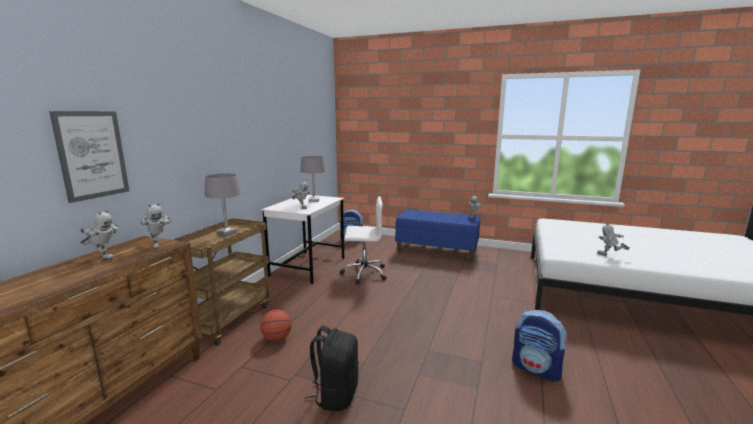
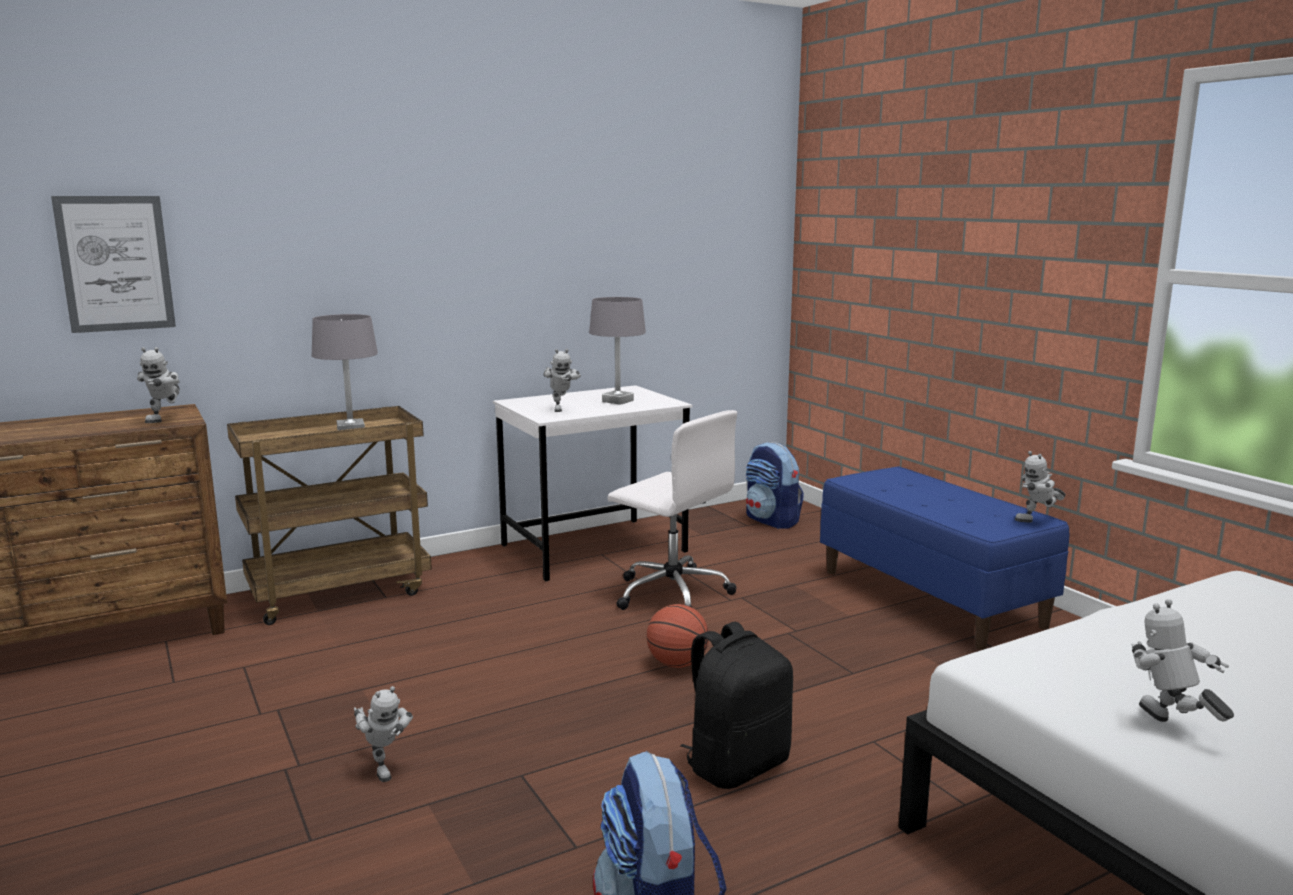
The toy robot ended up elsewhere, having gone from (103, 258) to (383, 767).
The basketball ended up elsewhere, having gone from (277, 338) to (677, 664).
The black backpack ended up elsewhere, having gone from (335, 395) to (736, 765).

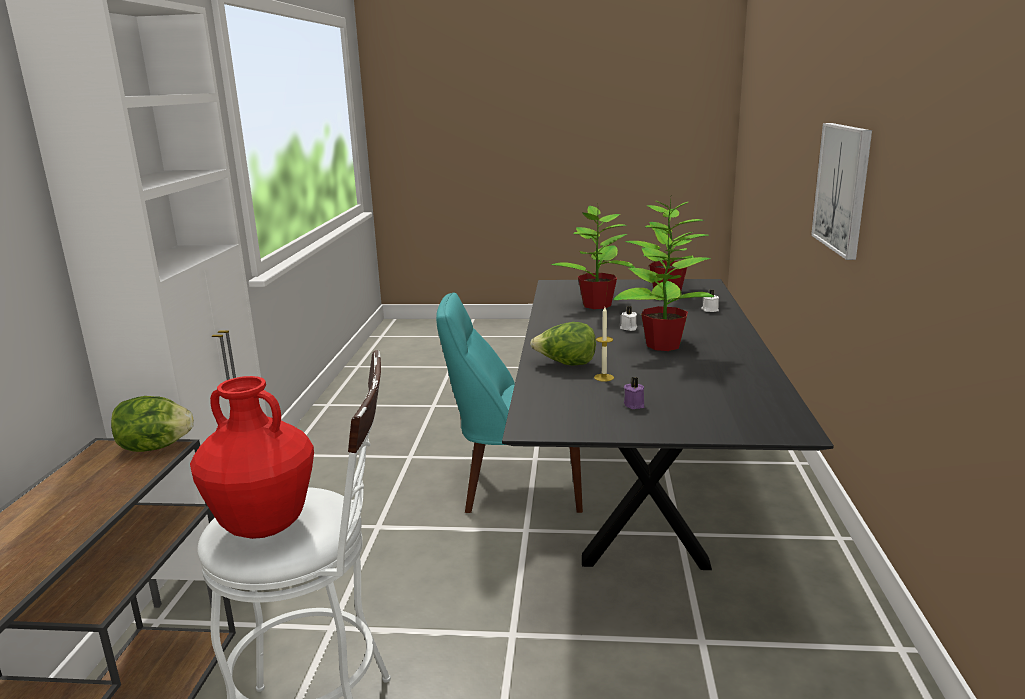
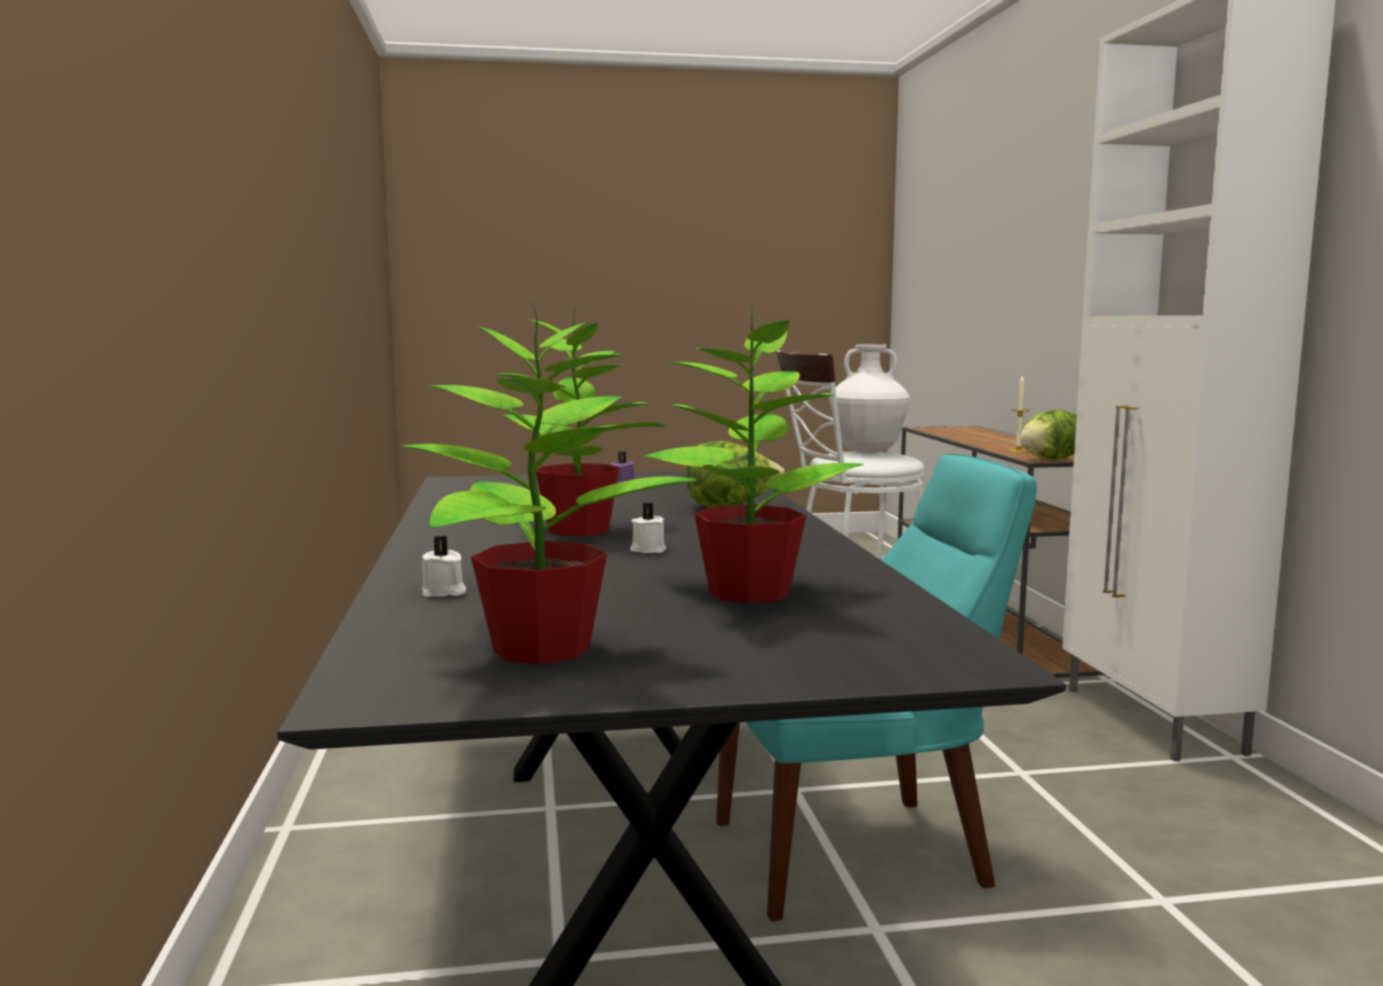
The second view lost the picture at (843, 188).
The candle ended up elsewhere, having gone from (604, 377) to (1018, 451).
What was the red vase at (263, 526) turned into the white vase at (868, 452).

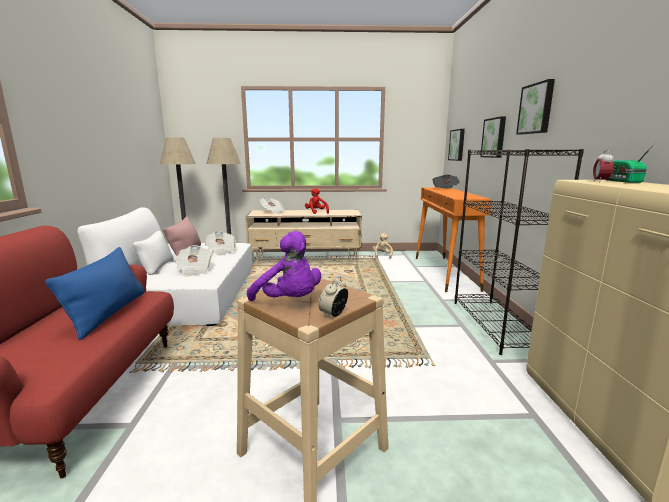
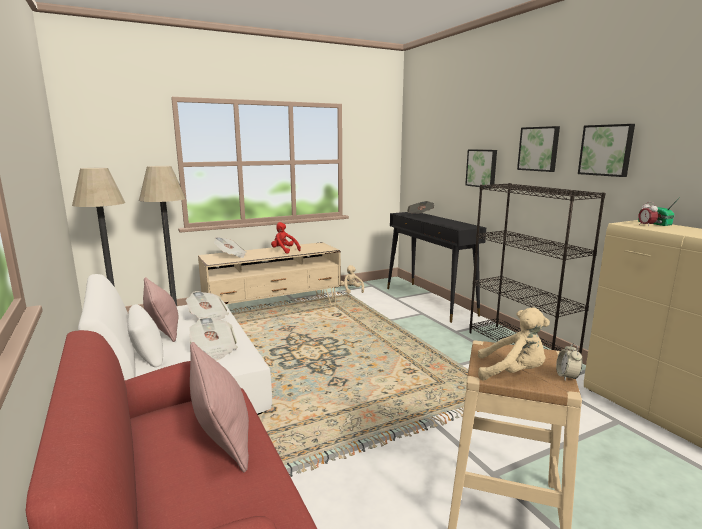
The picture ended up elsewhere, having gone from (457, 145) to (606, 150).
What was the blue pillow at (109, 313) turned into the pink pillow at (221, 430).
What was the purple plush toy at (289, 302) turned into the beige plush toy at (512, 373).
What was the orange console table at (445, 273) turned into the black console table at (430, 301).

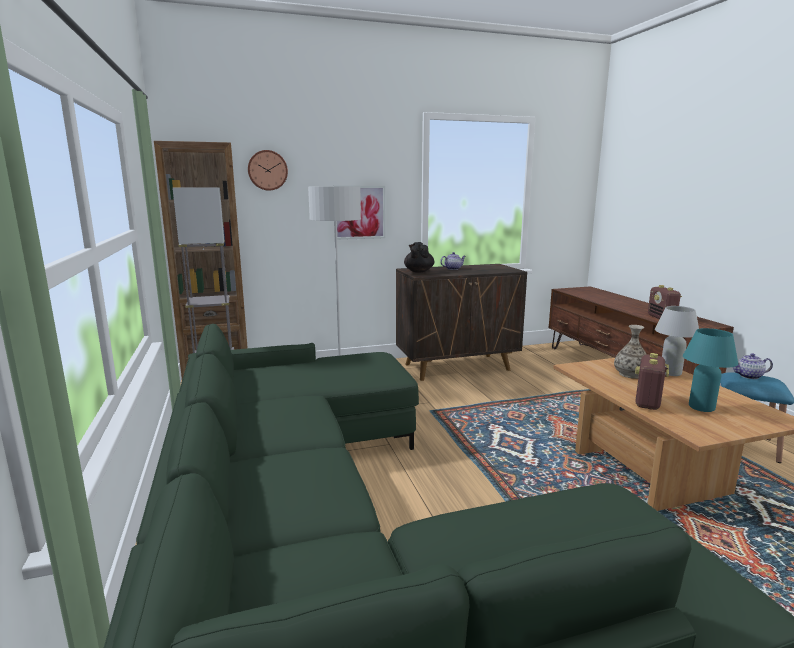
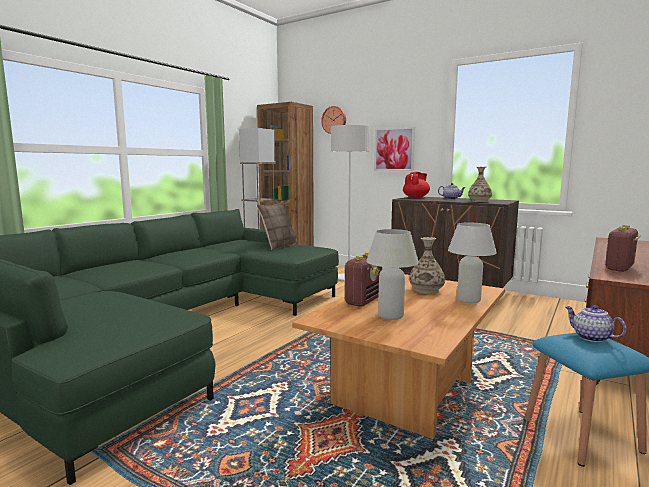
The second view gained the pillow at (278, 246).
The second view gained the vase at (479, 201).
What was the black teapot at (418, 271) turned into the red teapot at (416, 197).
What was the turquoise table lamp at (701, 407) turned into the white table lamp at (390, 316).
The radio at (647, 402) ended up facing another way, 135 degrees clockwise from before.

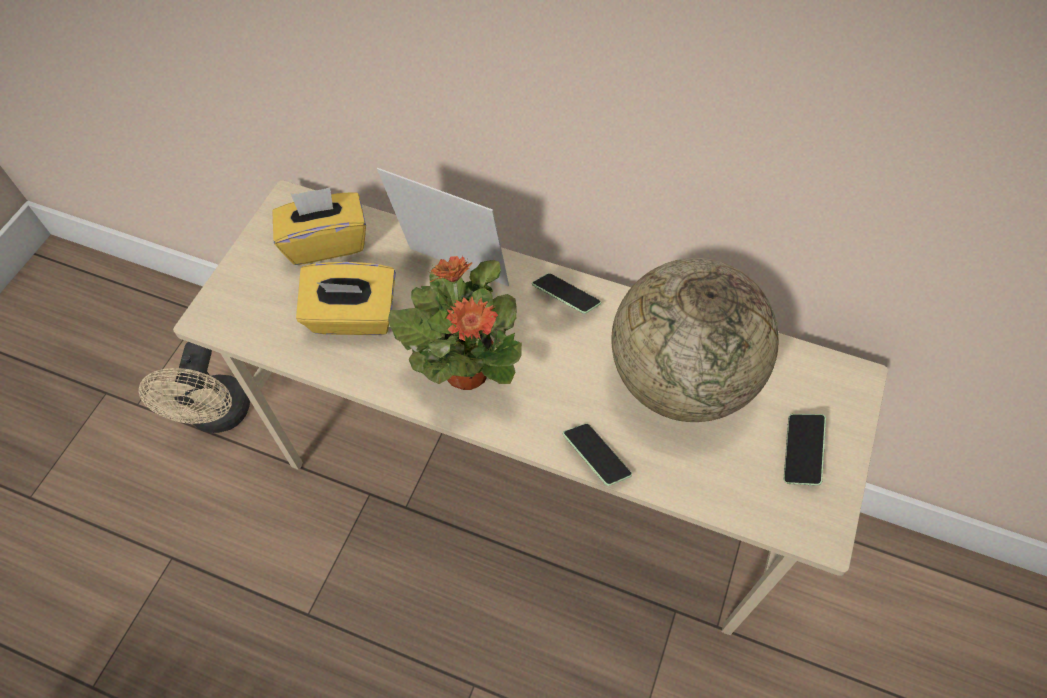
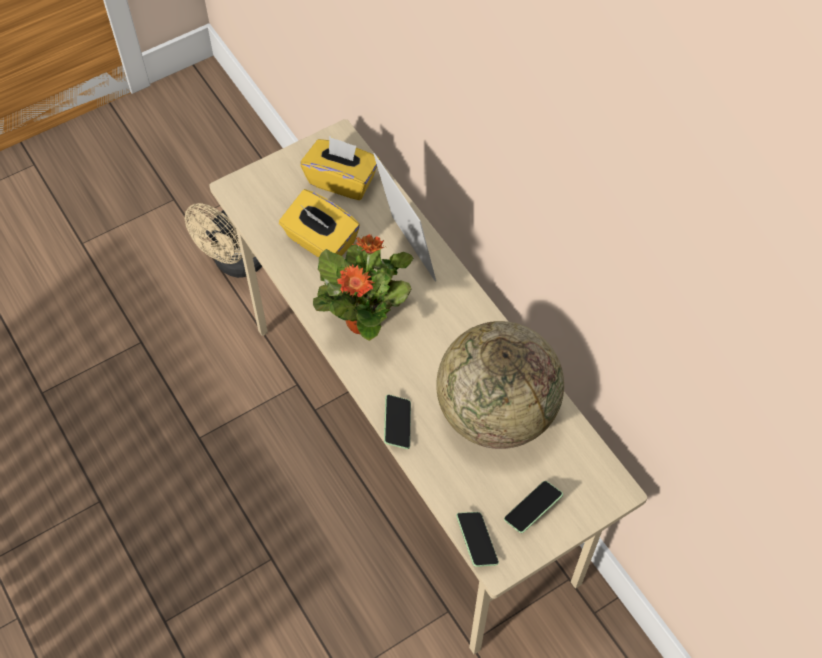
The phone ended up elsewhere, having gone from (566, 298) to (476, 542).

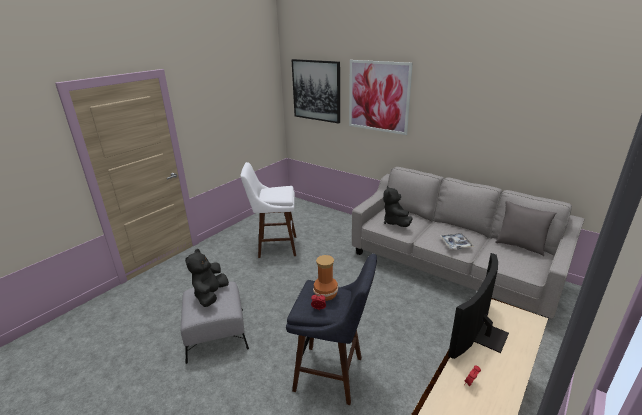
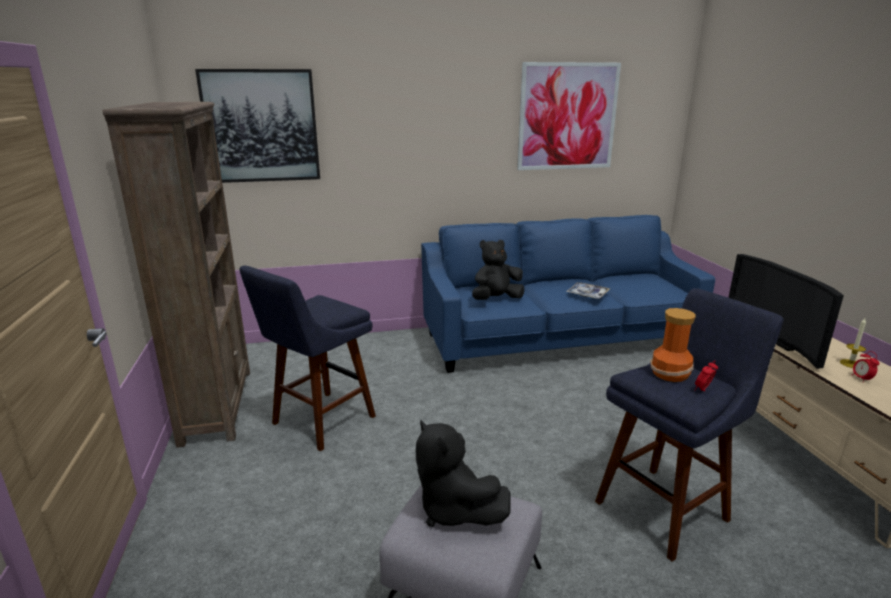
The second view lost the grey pillow at (519, 246).
The second view gained the brown bookcase at (217, 405).
The second view gained the candle at (851, 364).
The picture ended up elsewhere, having gone from (378, 96) to (567, 117).
What was the white stool at (274, 247) turned into the blue stool at (319, 423).
What was the grey sofa at (450, 268) turned into the blue sofa at (558, 339).
The black plush toy at (395, 222) ended up facing another way, 120 degrees clockwise from before.

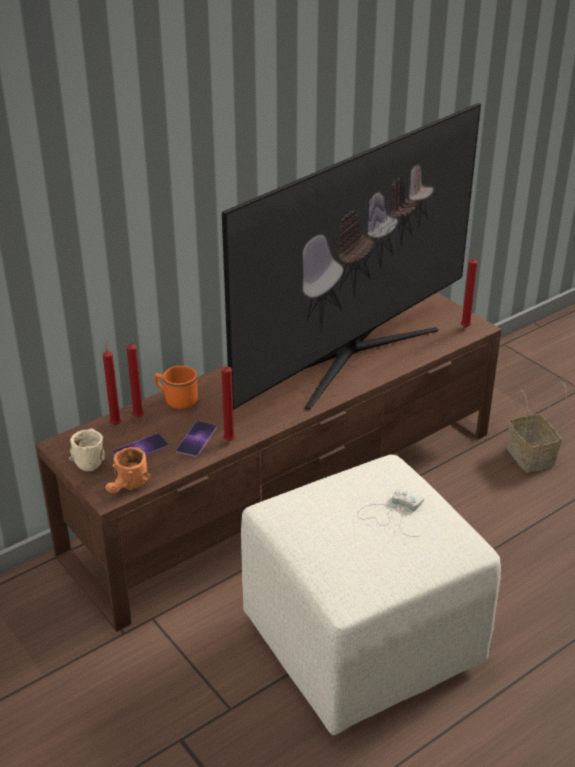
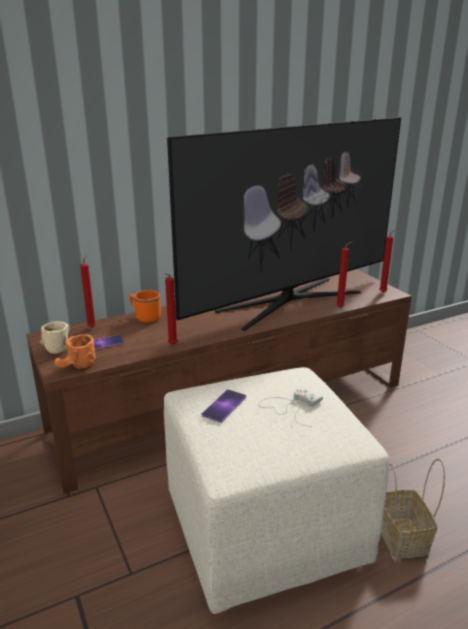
The red candle ended up elsewhere, having gone from (140, 417) to (341, 307).
The phone ended up elsewhere, having gone from (196, 439) to (224, 406).
The basket ended up elsewhere, having gone from (532, 457) to (404, 539).

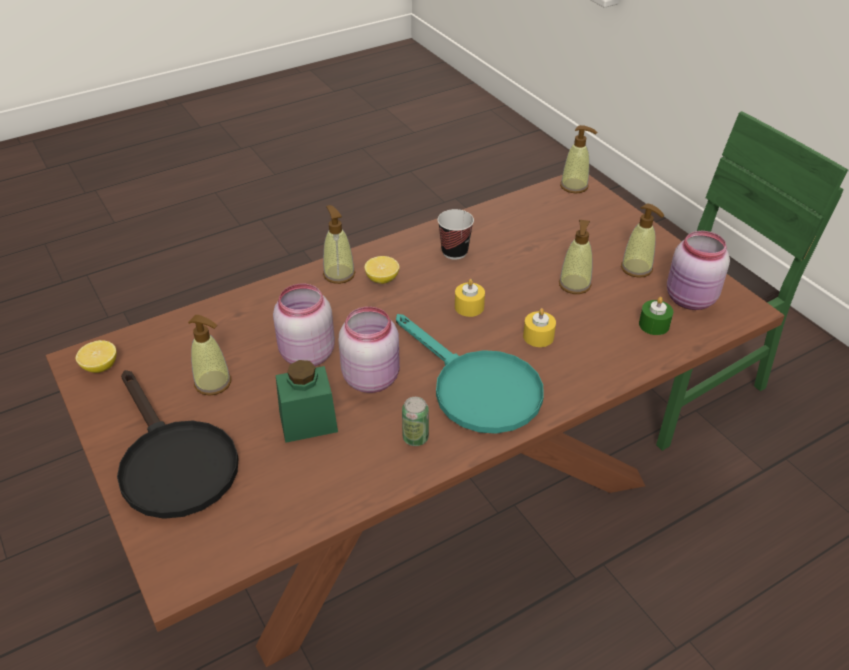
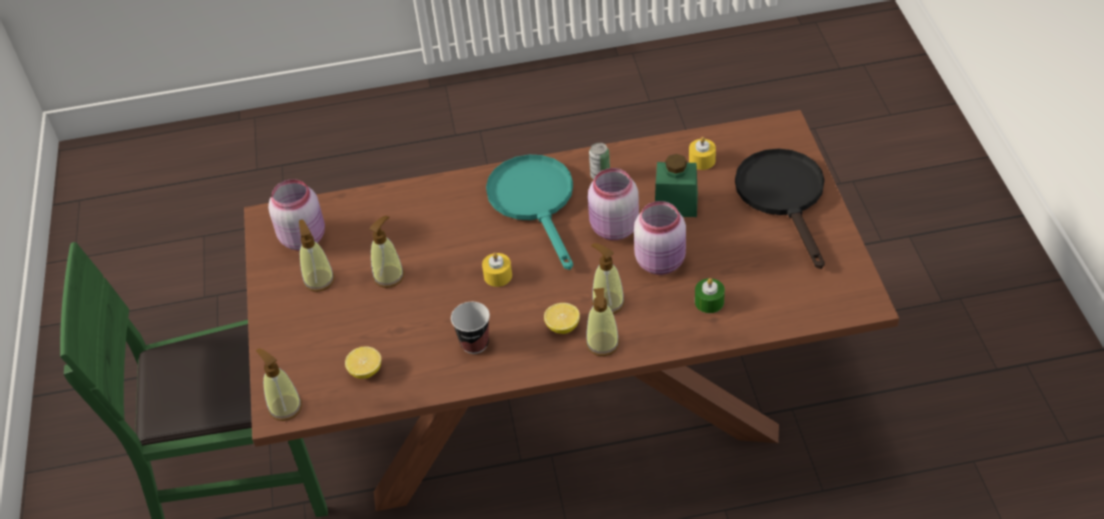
The lemon ended up elsewhere, having gone from (100, 366) to (365, 371).
The soap dispenser ended up elsewhere, having gone from (213, 383) to (608, 302).
The yellow candle ended up elsewhere, having gone from (538, 336) to (702, 160).
The green candle ended up elsewhere, having gone from (654, 325) to (709, 302).

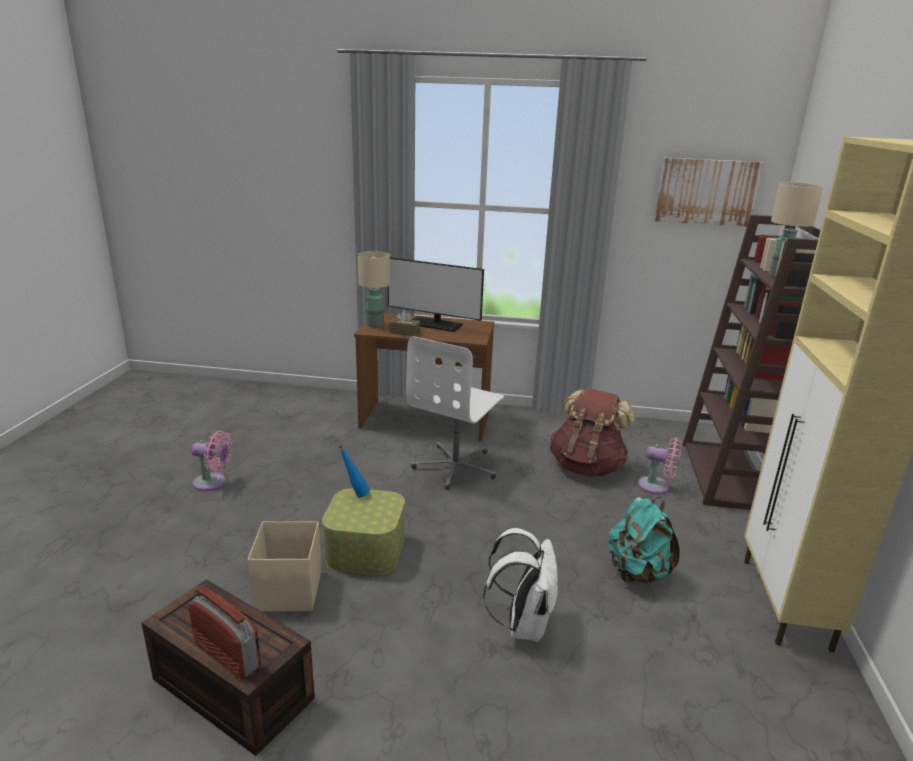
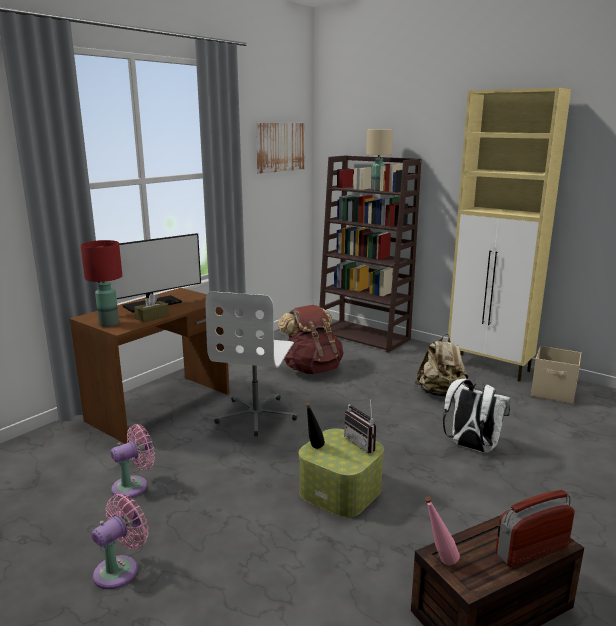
The second view gained the radio at (363, 443).
The second view gained the pink bottle at (439, 562).
The beige storage box ended up elsewhere, having gone from (288, 591) to (554, 393).
The pink fan ended up elsewhere, having gone from (657, 486) to (133, 486).
What was the blue bottle at (355, 495) turned into the black bottle at (313, 449).
What was the beige table lamp at (375, 324) turned into the red table lamp at (108, 323).
What was the turquoise backpack at (637, 573) turned into the beige backpack at (441, 394).
The white office chair at (456, 467) ended up facing another way, 45 degrees clockwise from before.

